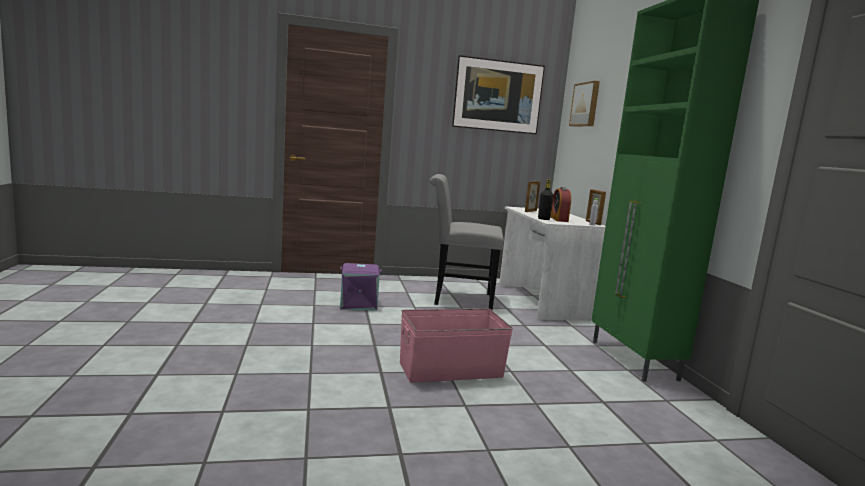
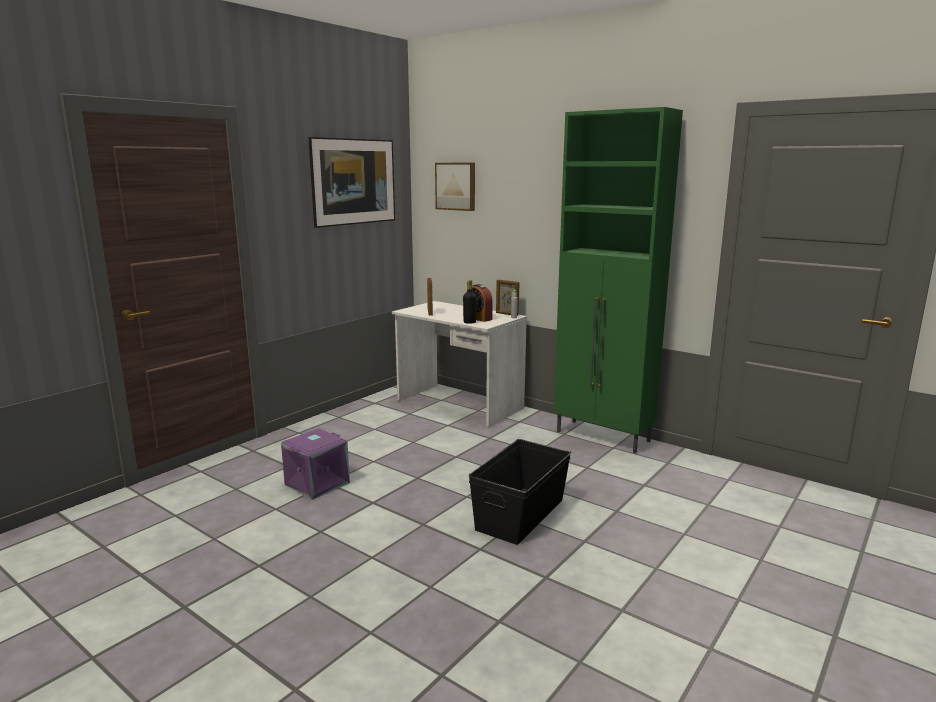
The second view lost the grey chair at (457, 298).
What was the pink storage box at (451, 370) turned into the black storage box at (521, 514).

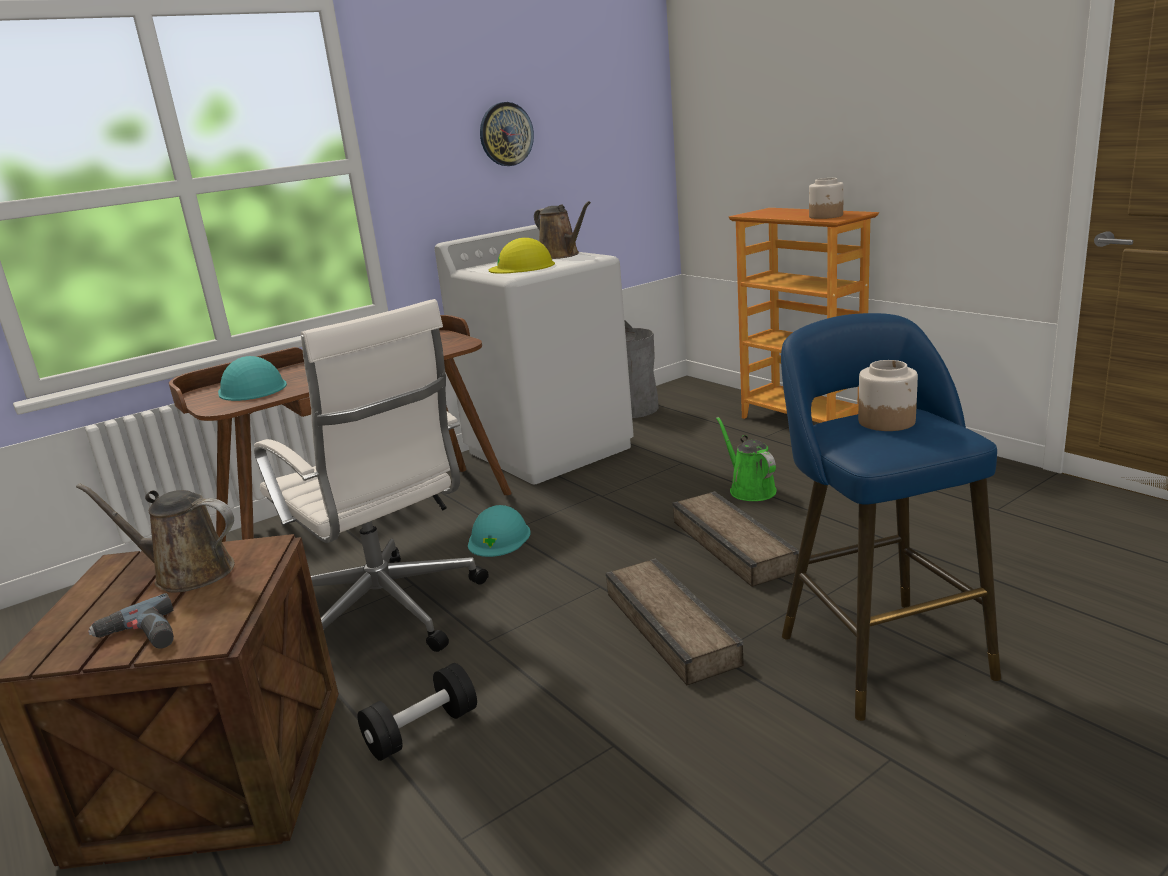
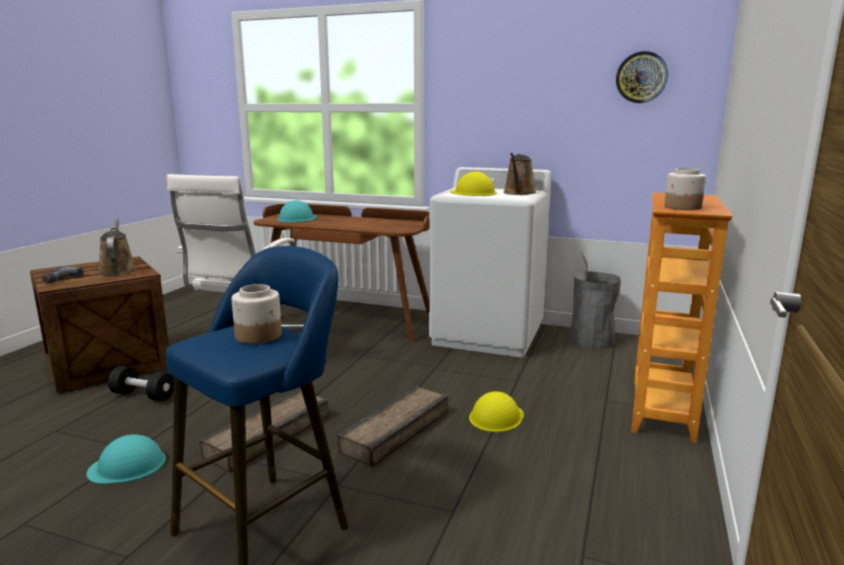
The turquoise hard hat ended up elsewhere, having gone from (499, 538) to (128, 466).
The wall clock ended up elsewhere, having gone from (506, 134) to (641, 77).
Where the green watering can stood at (749, 489), the yellow hard hat came to stand at (496, 417).

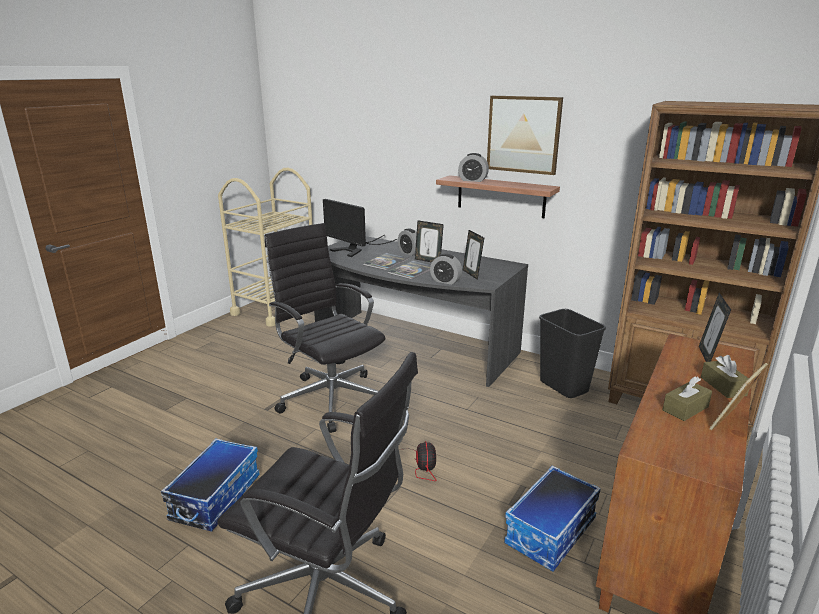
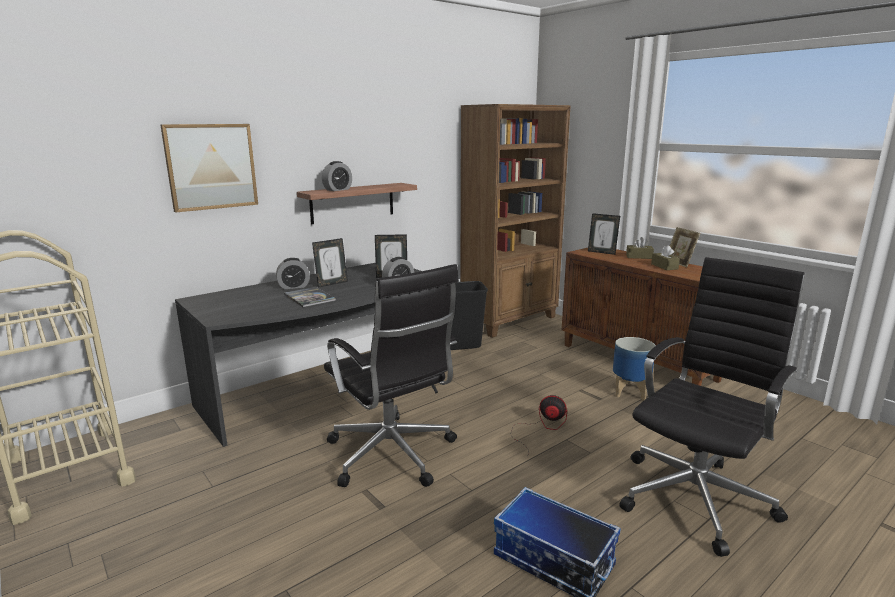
The second view lost the monitor at (355, 249).
The second view lost the book at (412, 270).
The picture ended up elsewhere, having gone from (523, 134) to (211, 166).
Where the storage box stood at (551, 532), the planter came to stand at (630, 392).
The black office chair at (331, 398) ended up facing another way, 105 degrees counterclockwise from before.

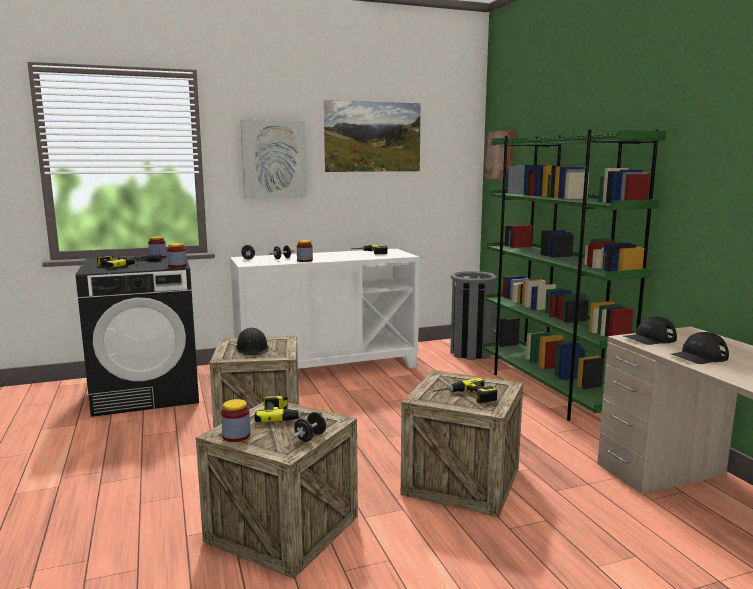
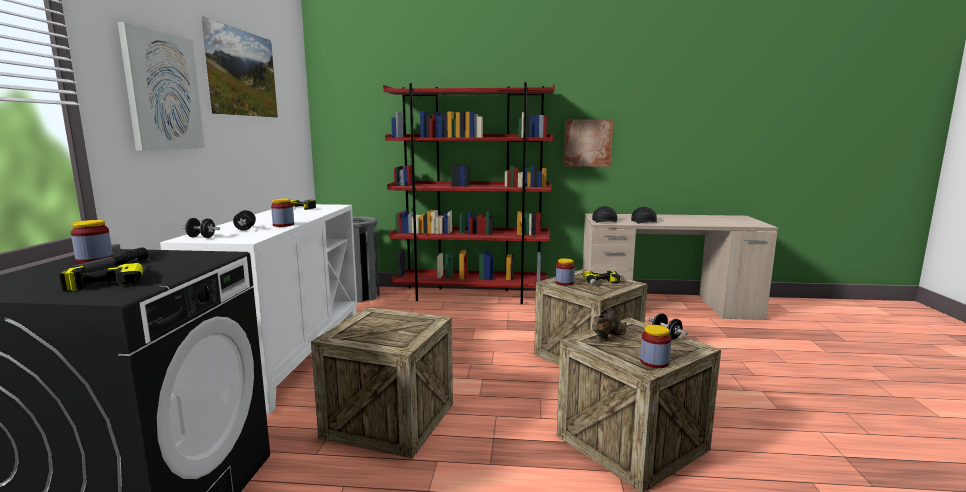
The second view lost the black hard hat at (252, 349).
The jar ended up elsewhere, having gone from (177, 266) to (564, 282).
The picture ended up elsewhere, having gone from (500, 155) to (587, 143).
Where the power drill stood at (289, 414), the brown shoe came to stand at (608, 337).
What was the green bookcase at (550, 392) turned into the red bookcase at (471, 295).

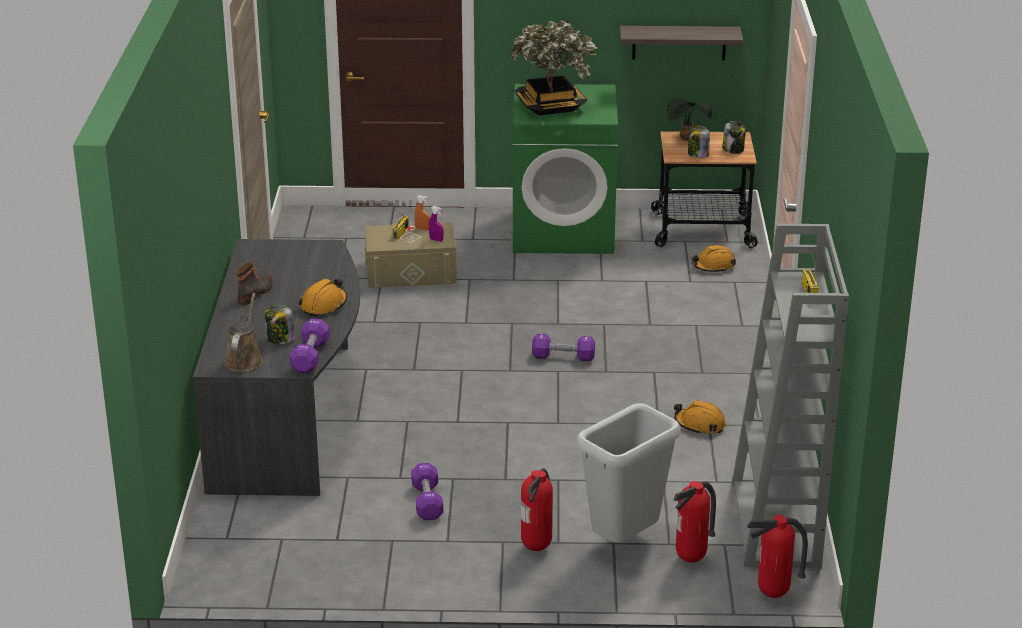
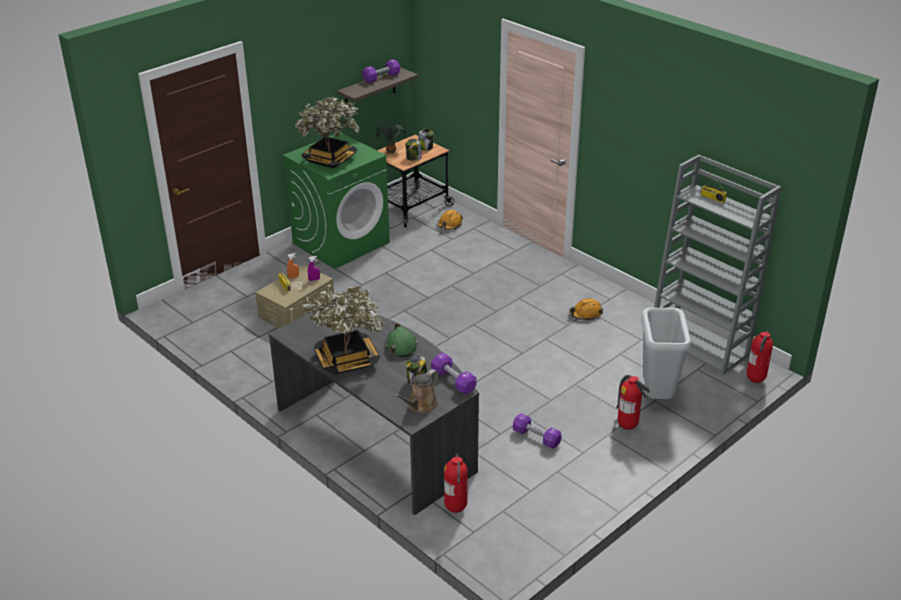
The purple dumbbell ended up elsewhere, having gone from (563, 357) to (381, 77).
The fire extinguisher ended up elsewhere, having gone from (691, 560) to (456, 509).
Where the boot stood at (256, 292), the potted plant came to stand at (347, 361).
What was the orange hard hat at (324, 305) turned into the green hard hat at (401, 345).
The brown watering can at (244, 359) ended up facing another way, 105 degrees counterclockwise from before.

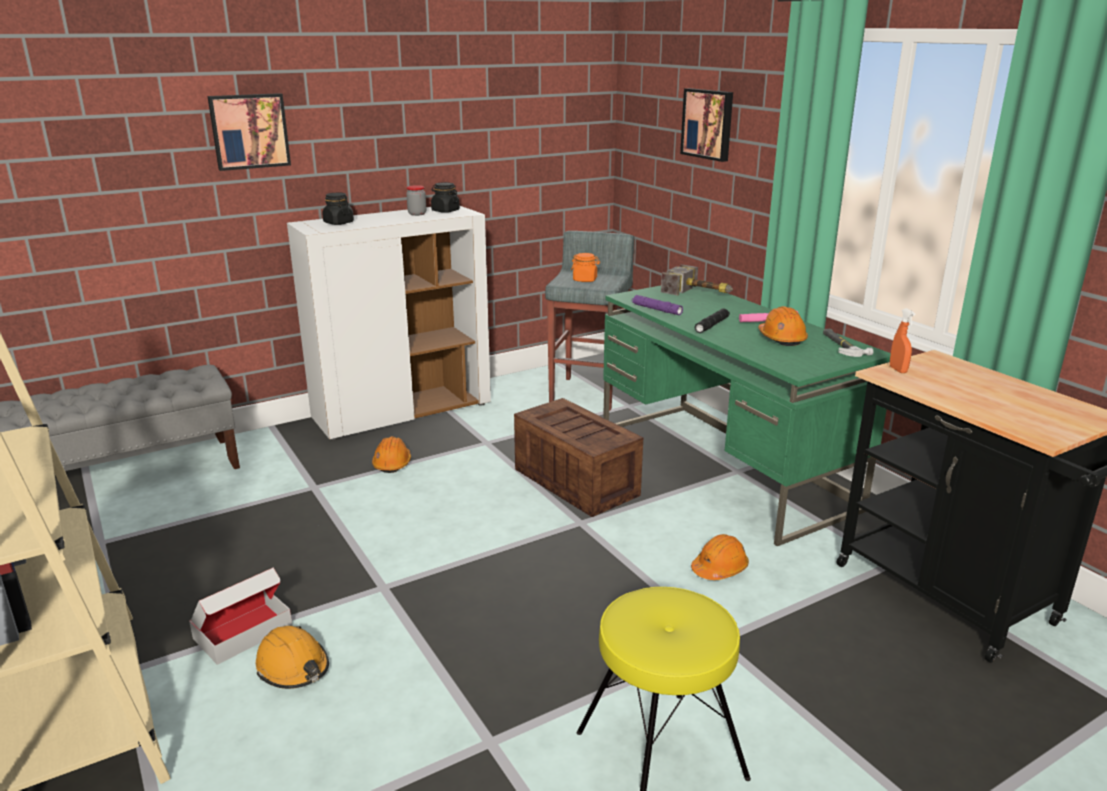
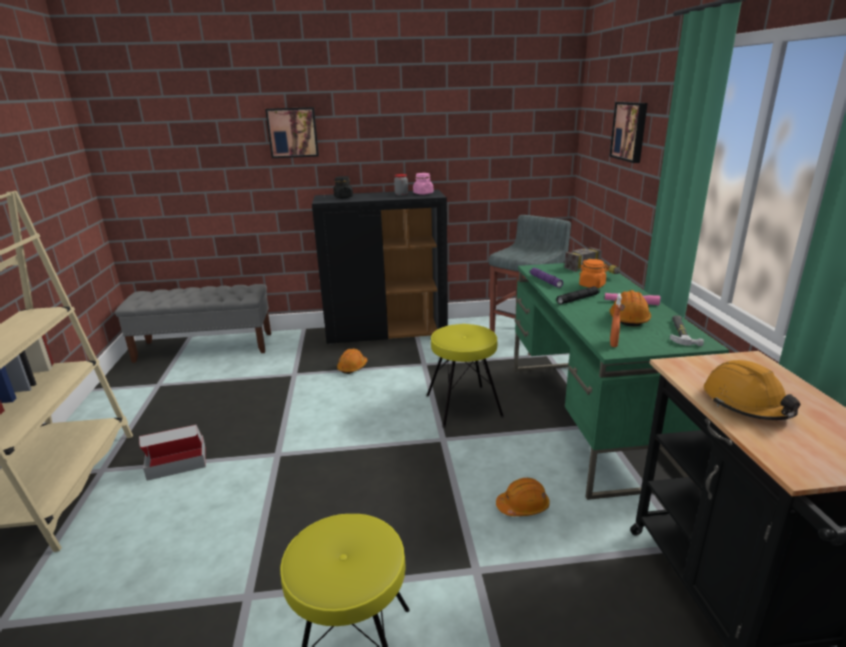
The orange hard hat ended up elsewhere, having gone from (293, 668) to (746, 404).
The orange jar ended up elsewhere, having gone from (585, 280) to (592, 285).
The orange spray bottle ended up elsewhere, having gone from (898, 370) to (613, 344).
Where the crate stood at (574, 481), the yellow stool came to stand at (463, 405).
What was the white cabinet at (403, 412) turned into the black cabinet at (387, 333).
What was the black jar at (445, 211) turned into the pink jar at (423, 193).

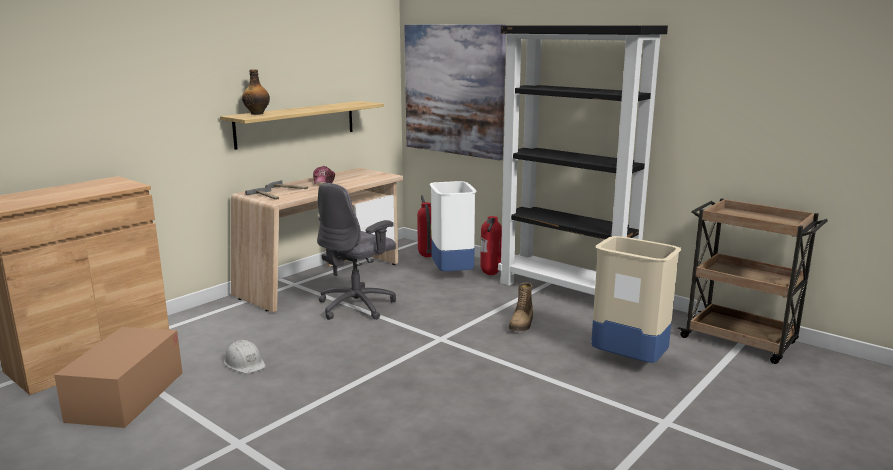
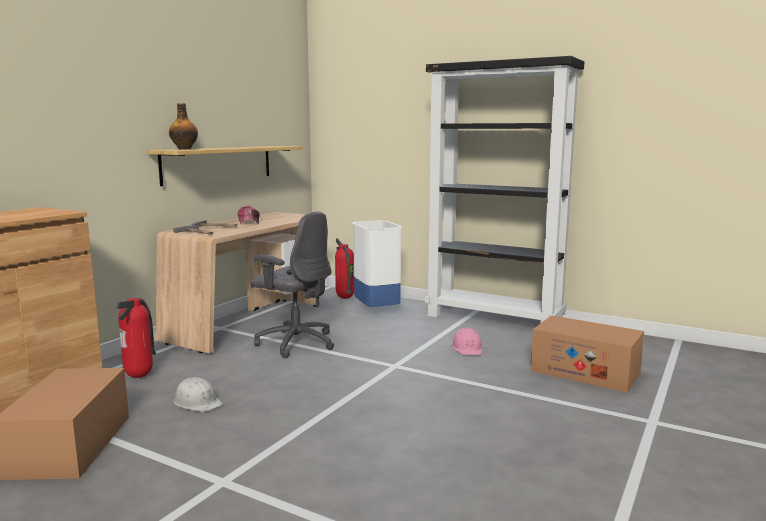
The second view lost the picture at (453, 90).
The second view lost the brown cart at (740, 341).
The fire extinguisher ended up elsewhere, having gone from (491, 274) to (139, 376).
Where the boot stood at (522, 324), the pink hard hat came to stand at (467, 348).
Where the beige trash can stood at (628, 360), the cardboard box came to stand at (585, 372).
The grey office chair at (357, 306) ended up facing another way, 90 degrees counterclockwise from before.

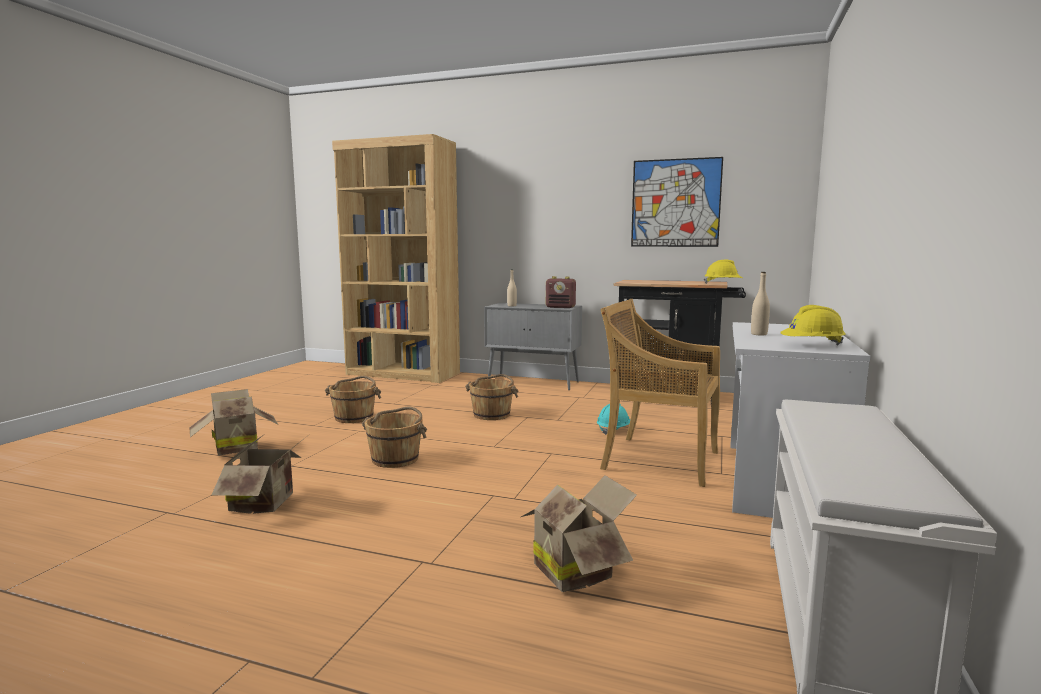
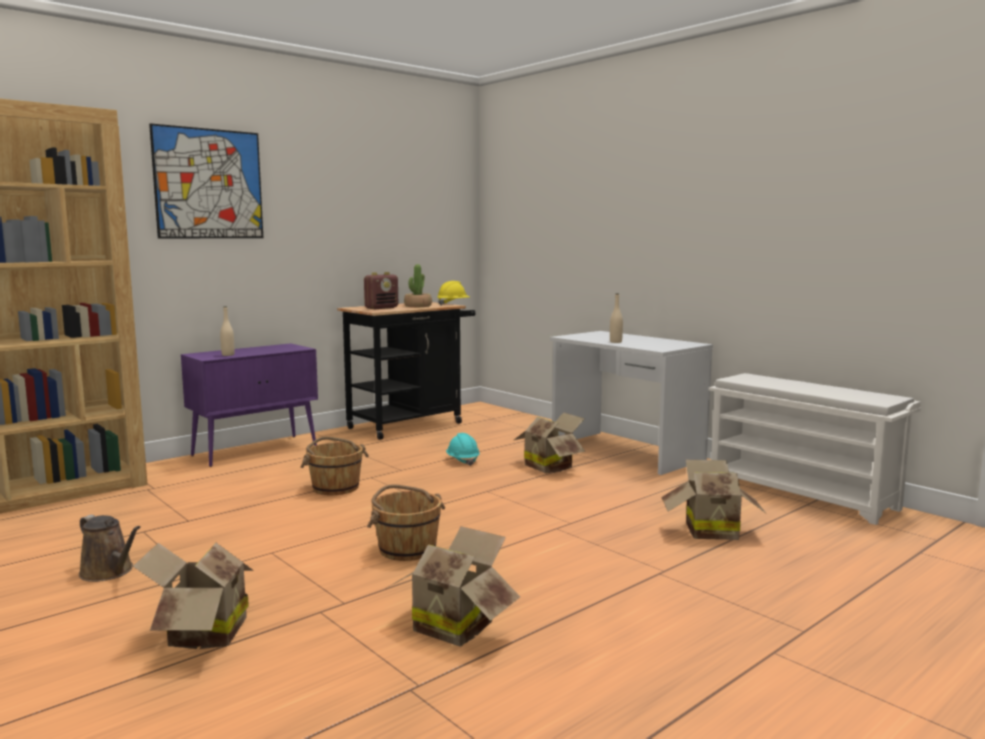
The second view lost the brown bucket at (354, 417).
The second view lost the yellow hard hat at (812, 345).
The second view gained the brown watering can at (109, 572).
The second view gained the potted plant at (418, 306).
The radio ended up elsewhere, having gone from (560, 307) to (381, 308).
The picture ended up elsewhere, having gone from (675, 203) to (209, 184).
Where the beige chair stood at (658, 460), the cardboard box came to stand at (550, 466).
What was the grey cabinet at (534, 382) turned into the purple cabinet at (256, 450).

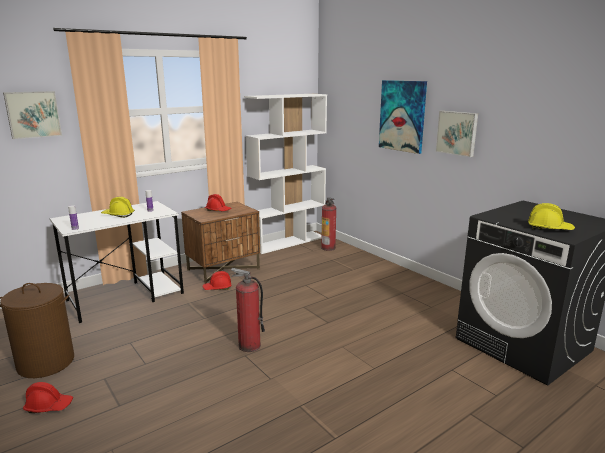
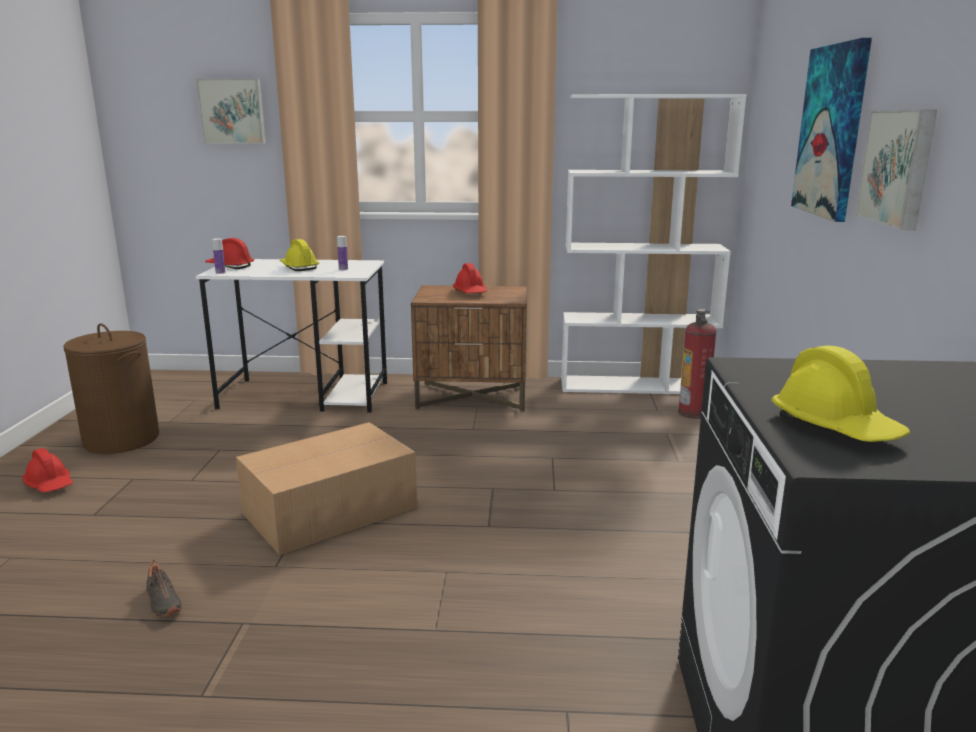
The second view gained the black shoe at (162, 602).
The red hard hat ended up elsewhere, having gone from (217, 288) to (230, 266).
Where the fire extinguisher stood at (249, 346), the cardboard box came to stand at (327, 510).

